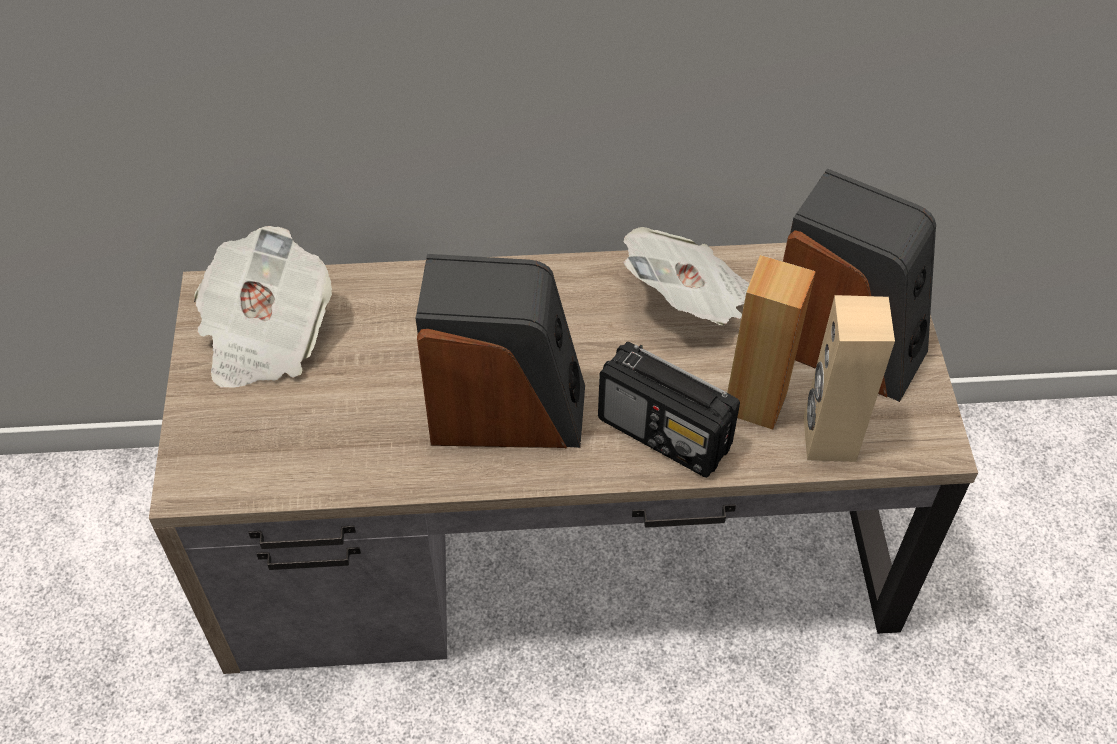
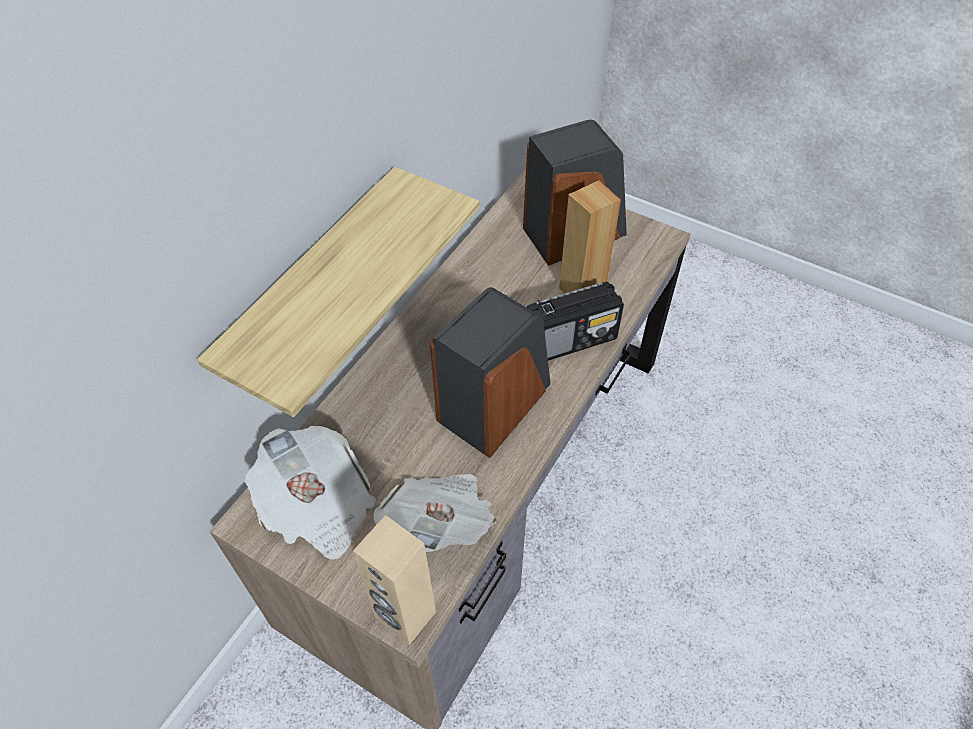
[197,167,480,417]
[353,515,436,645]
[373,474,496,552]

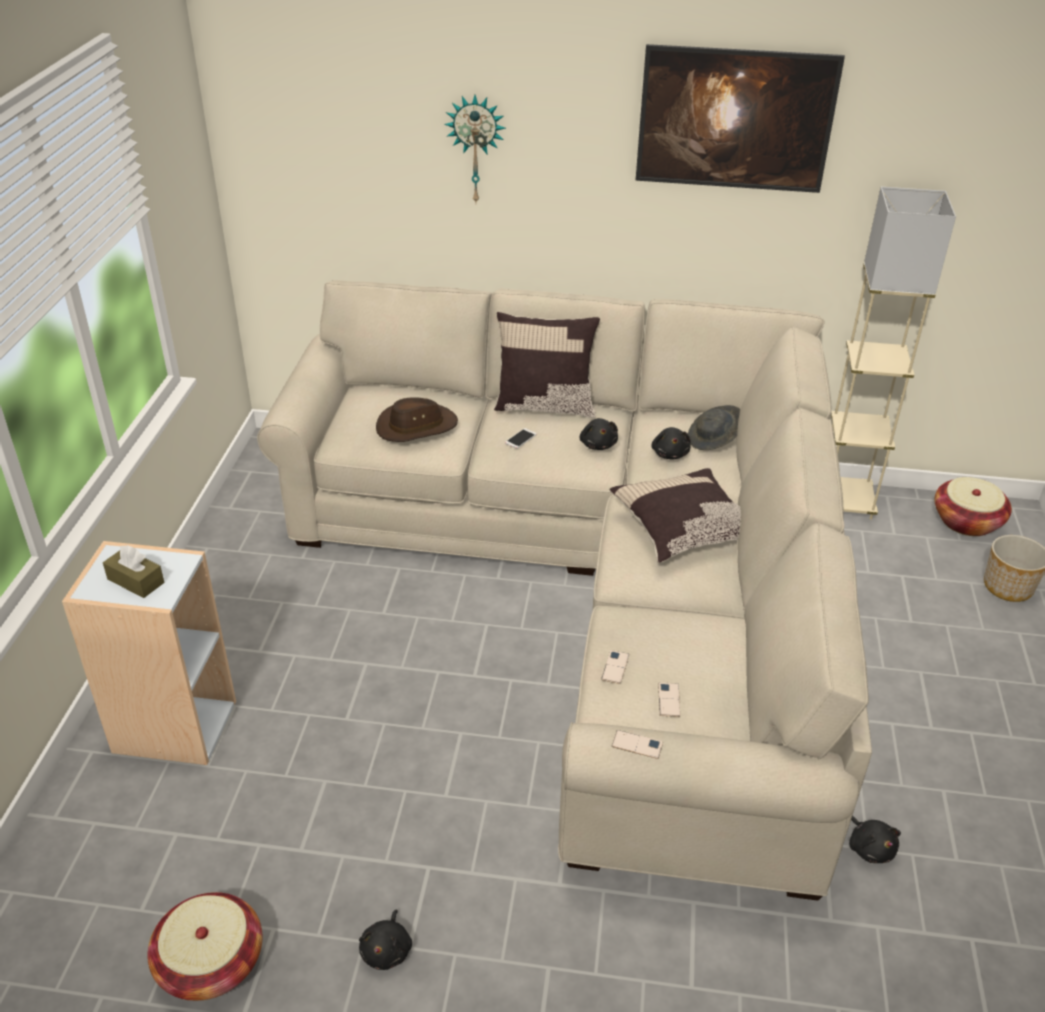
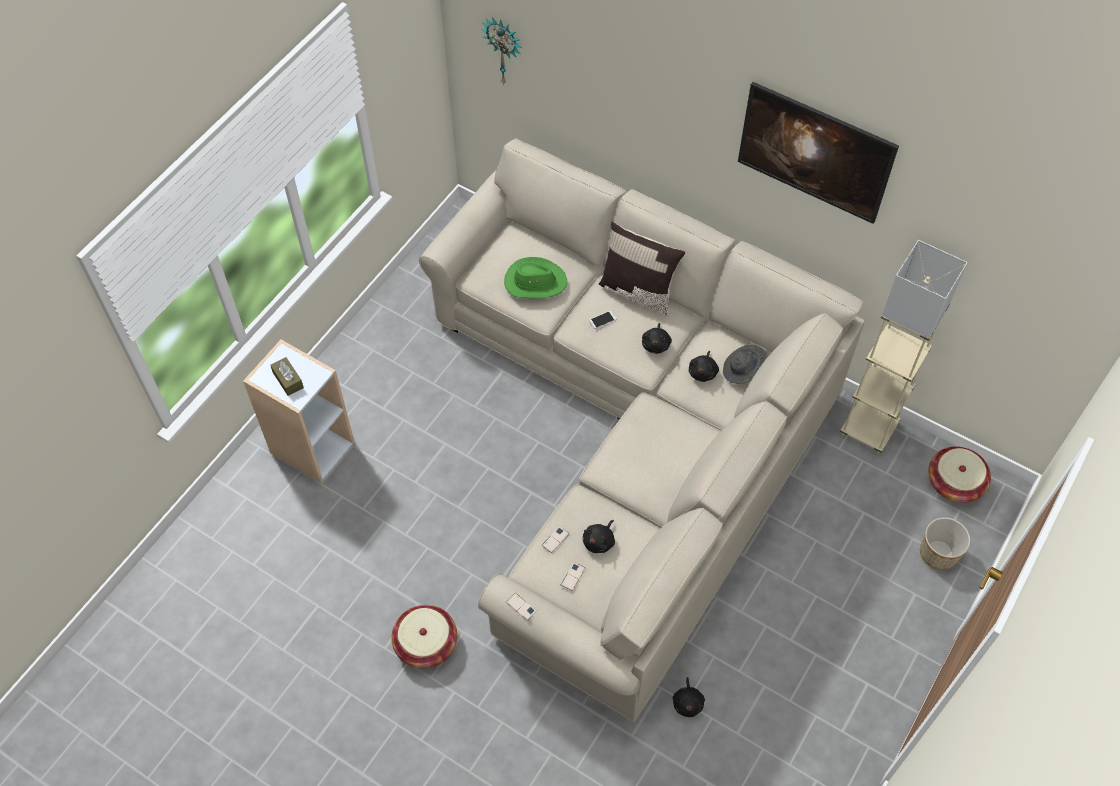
[391,605,457,668]
[481,17,522,85]
[504,257,568,298]
[582,520,615,553]
[609,468,741,563] (first image)

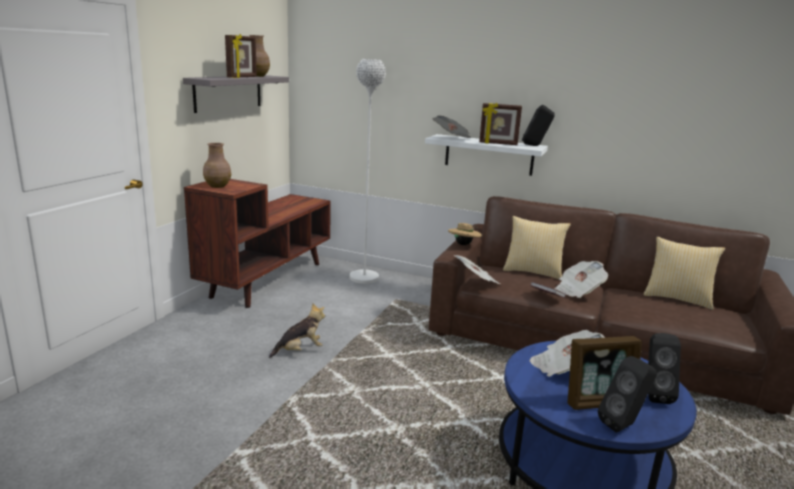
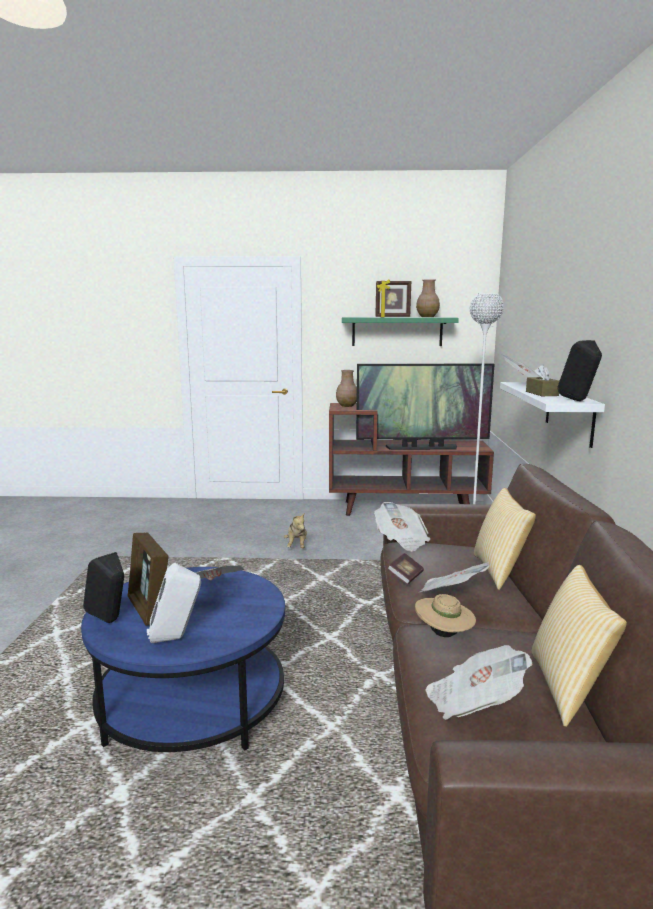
[147,563,201,643]
[284,513,307,548]
[342,317,459,346]
[356,364,495,450]
[415,594,476,637]
[425,645,532,720]
[526,365,559,396]

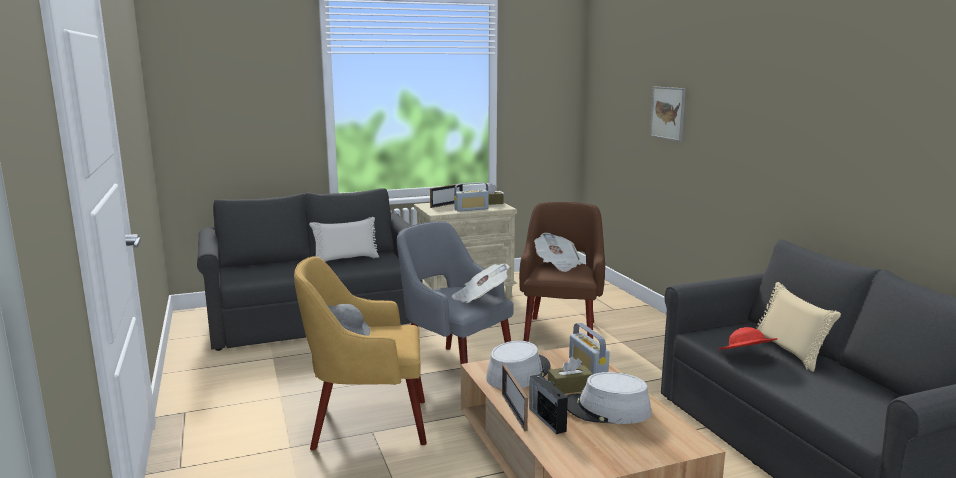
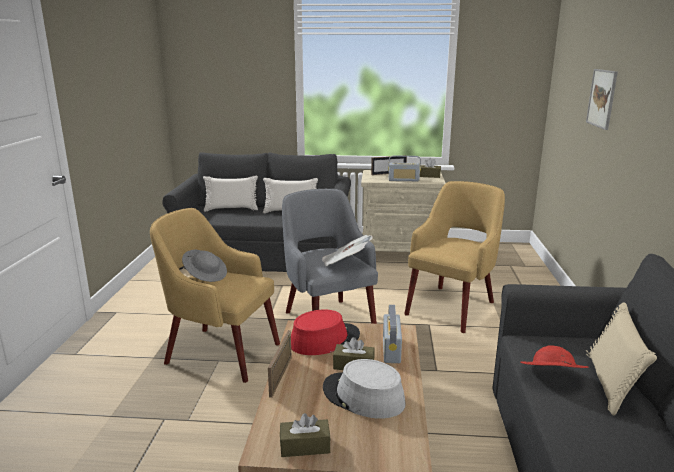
[203,176,258,212]
[280,413,331,457]
[291,310,360,355]
[404,181,505,333]
[529,374,568,434] (first image)
[534,233,582,272] (first image)

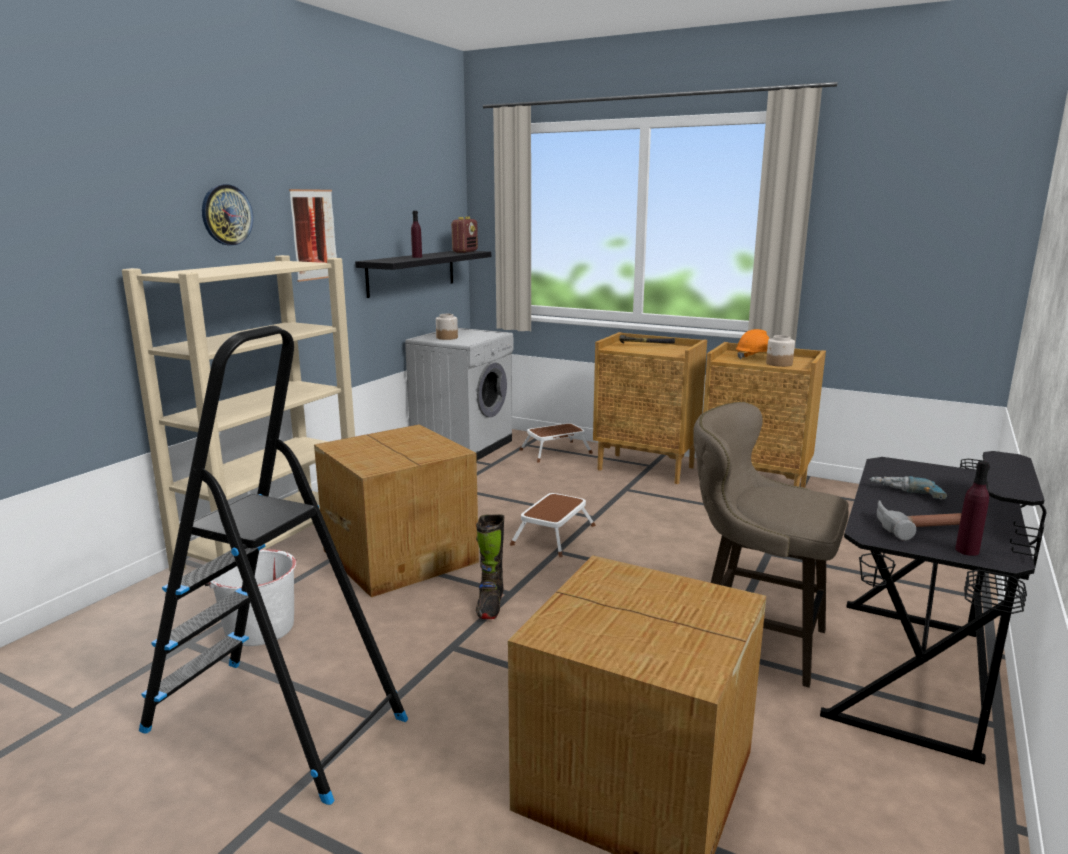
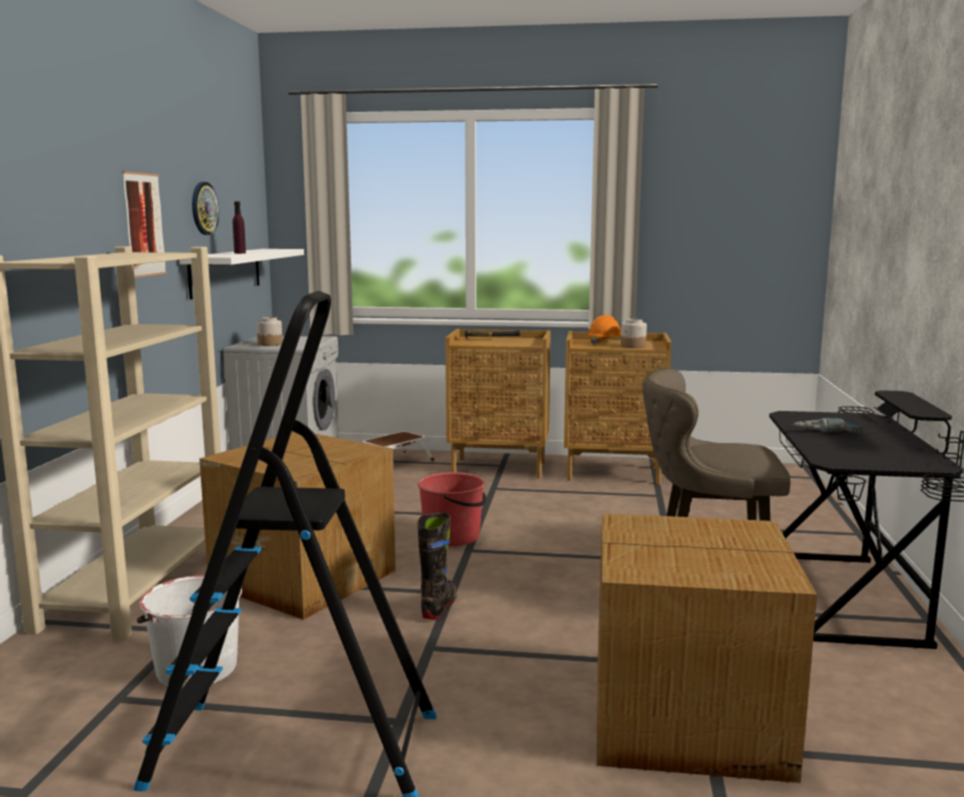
[179,249,304,299]
[192,182,219,235]
[417,513,457,619]
[418,472,487,546]
[451,217,478,253] (first image)
[877,500,962,541] (first image)
[955,461,990,556] (first image)

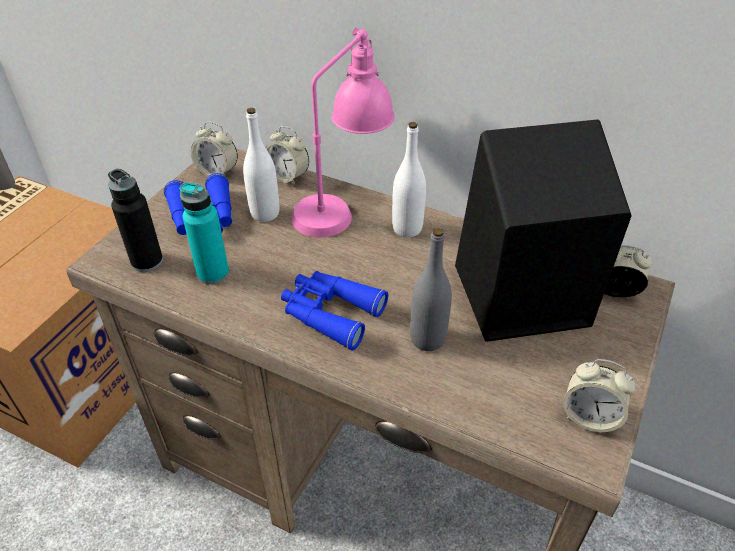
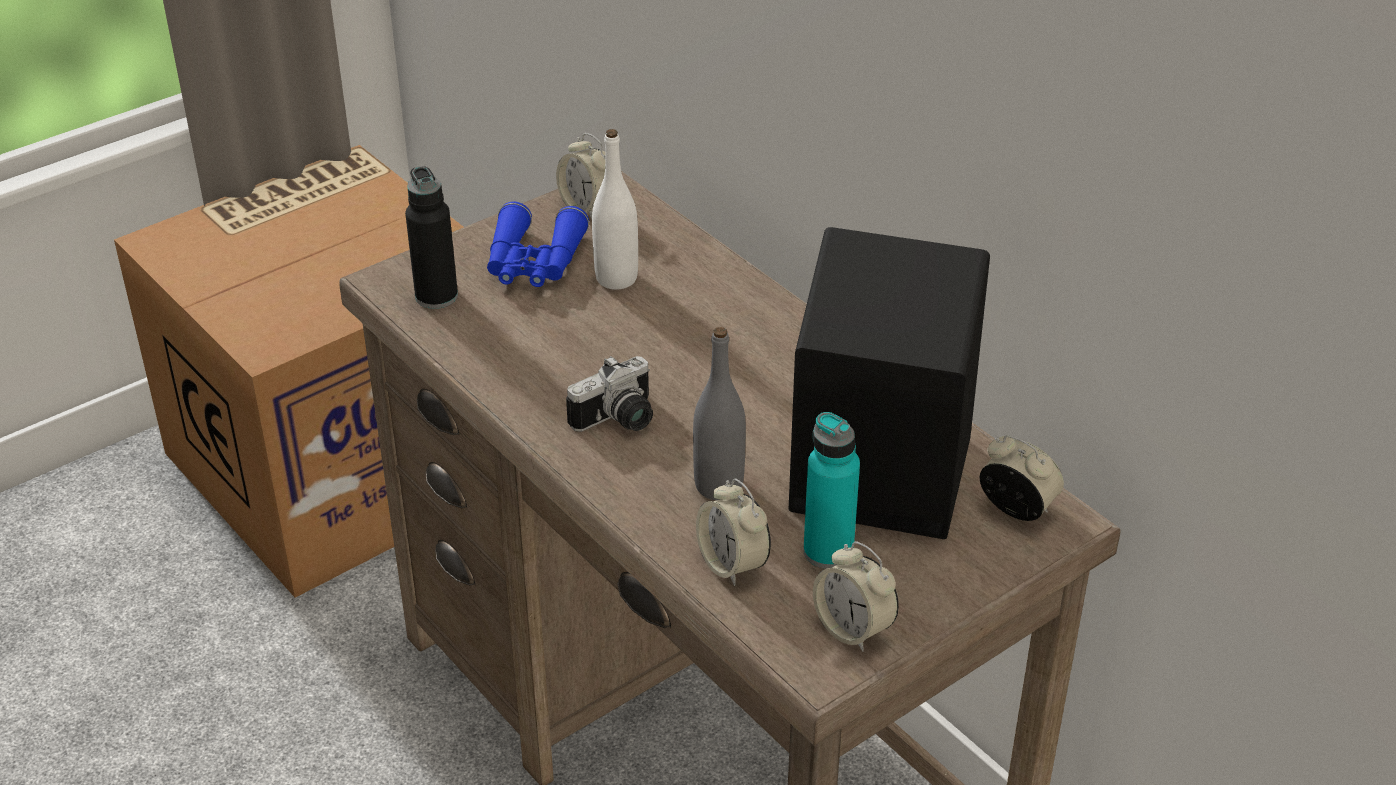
[566,356,653,432]
[696,478,771,586]
[803,412,860,569]
[292,27,395,237] (first image)
[392,122,426,238] (first image)

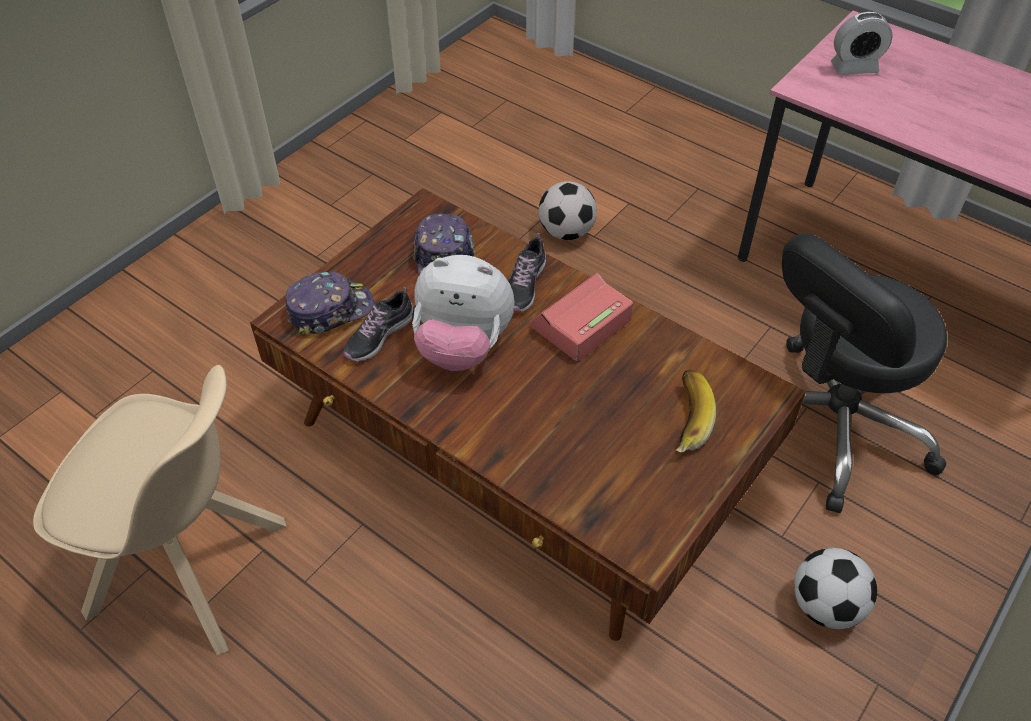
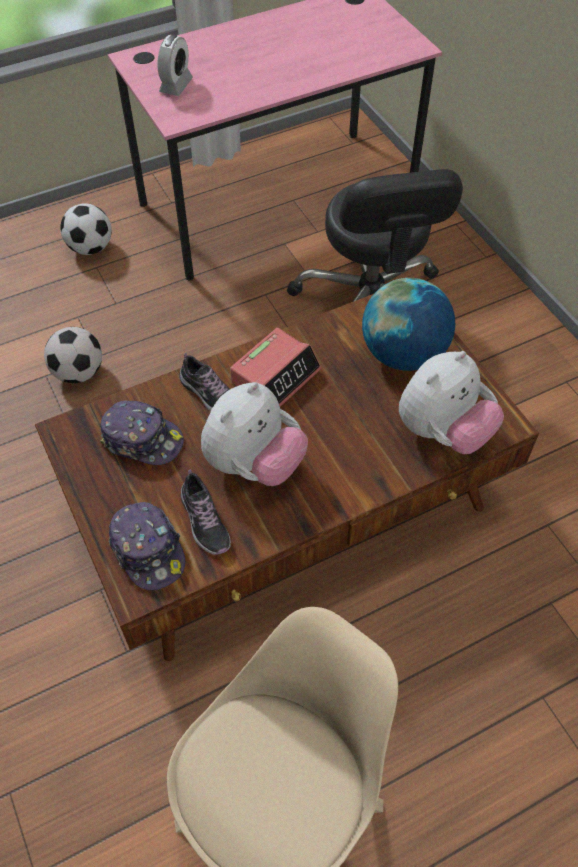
[60,203,112,255]
[109,502,185,590]
[230,328,321,407]
[362,278,455,371]
[399,351,504,454]

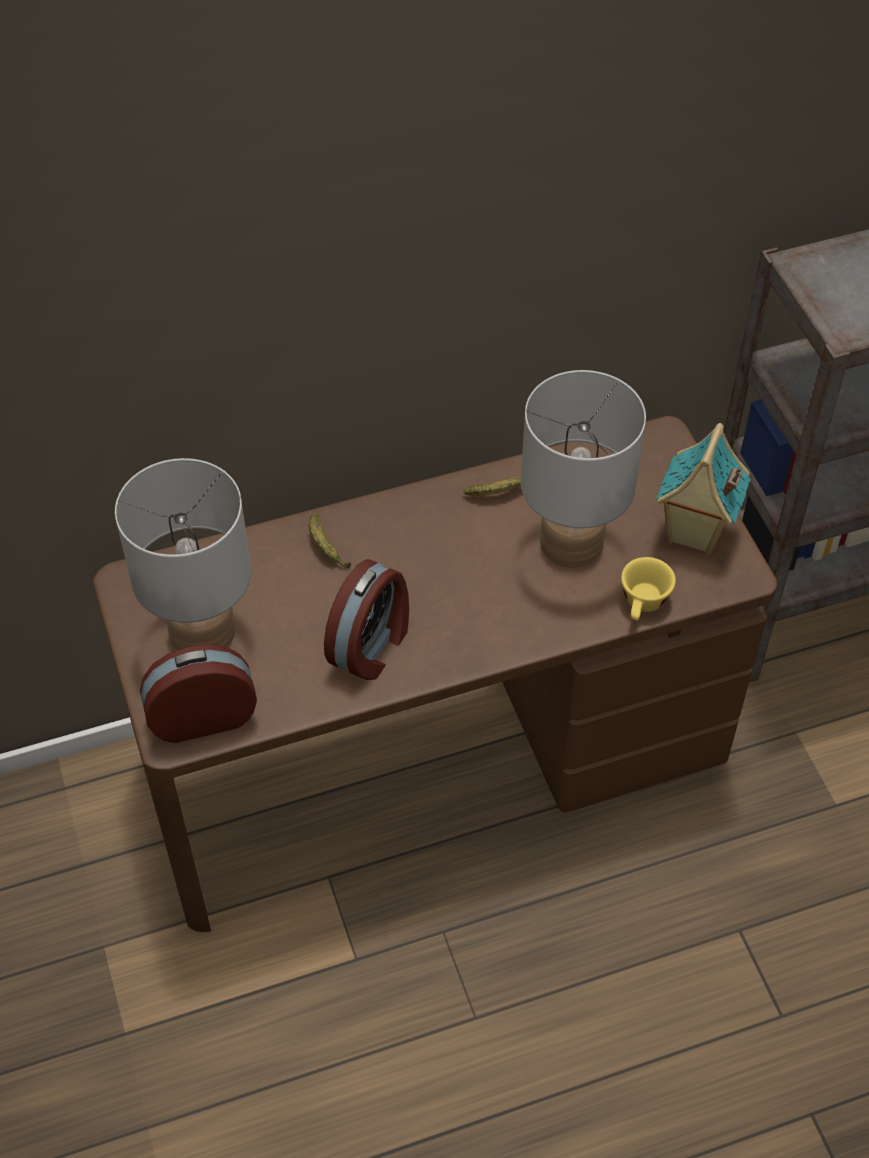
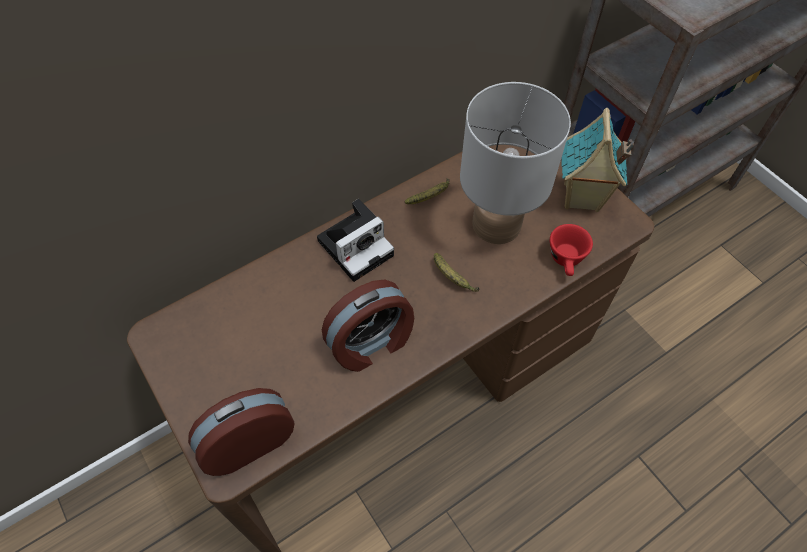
[317,199,394,282]
[322,279,414,372]
[434,253,479,292]
[550,224,593,276]
[115,458,251,650] (first image)

